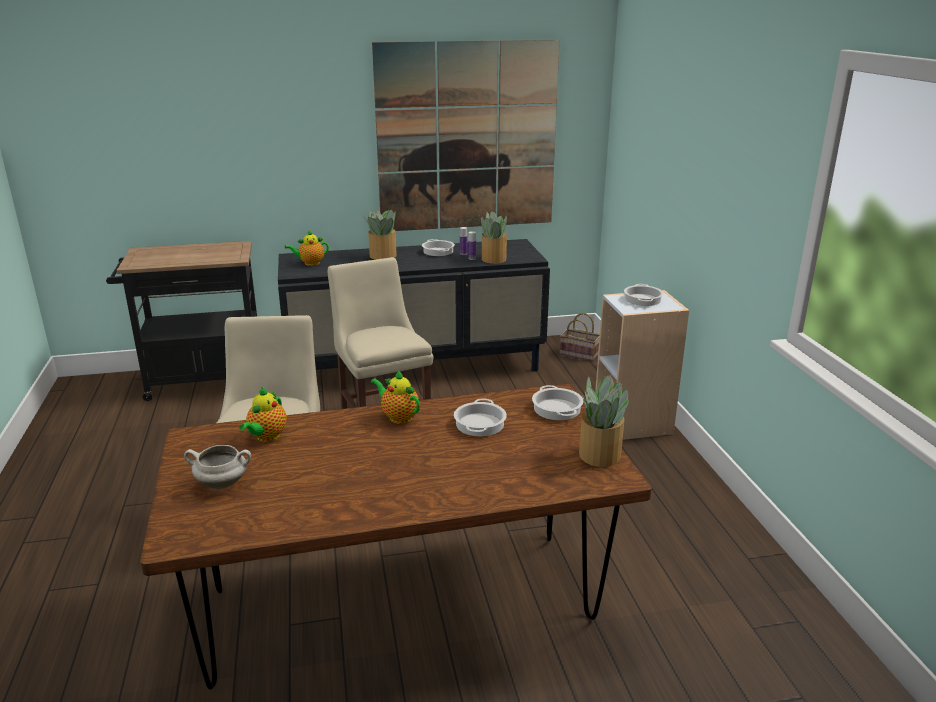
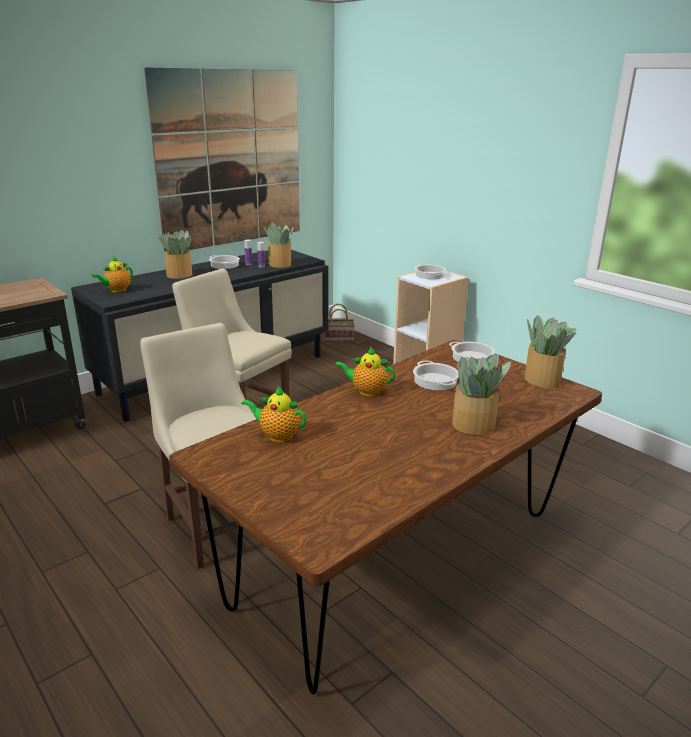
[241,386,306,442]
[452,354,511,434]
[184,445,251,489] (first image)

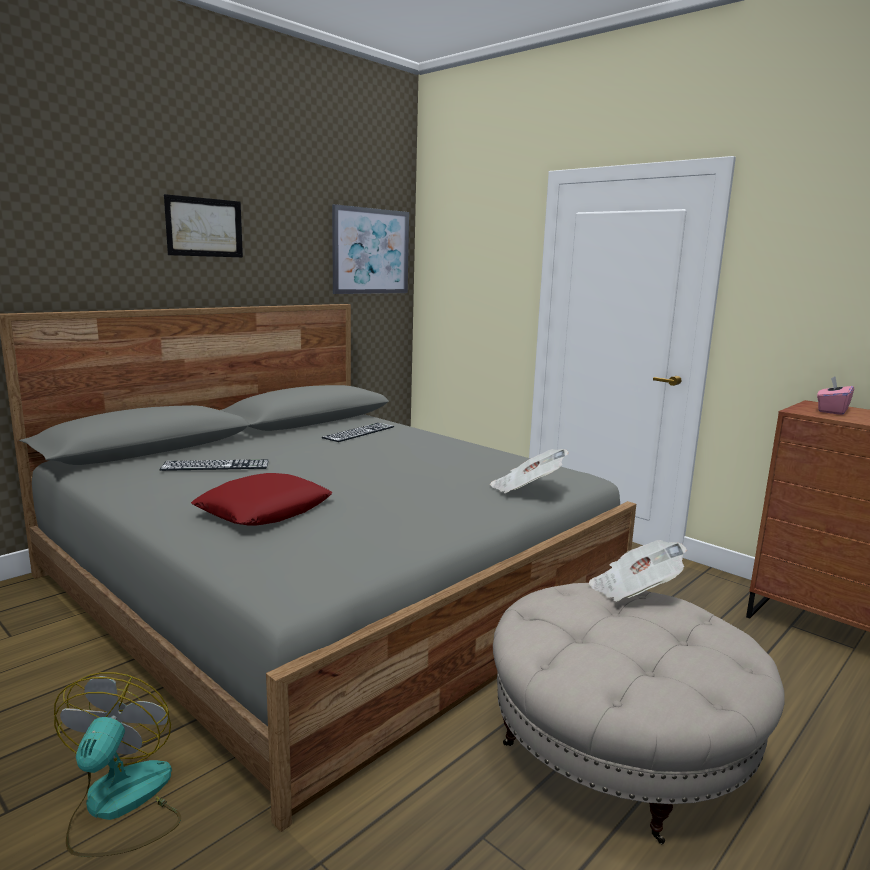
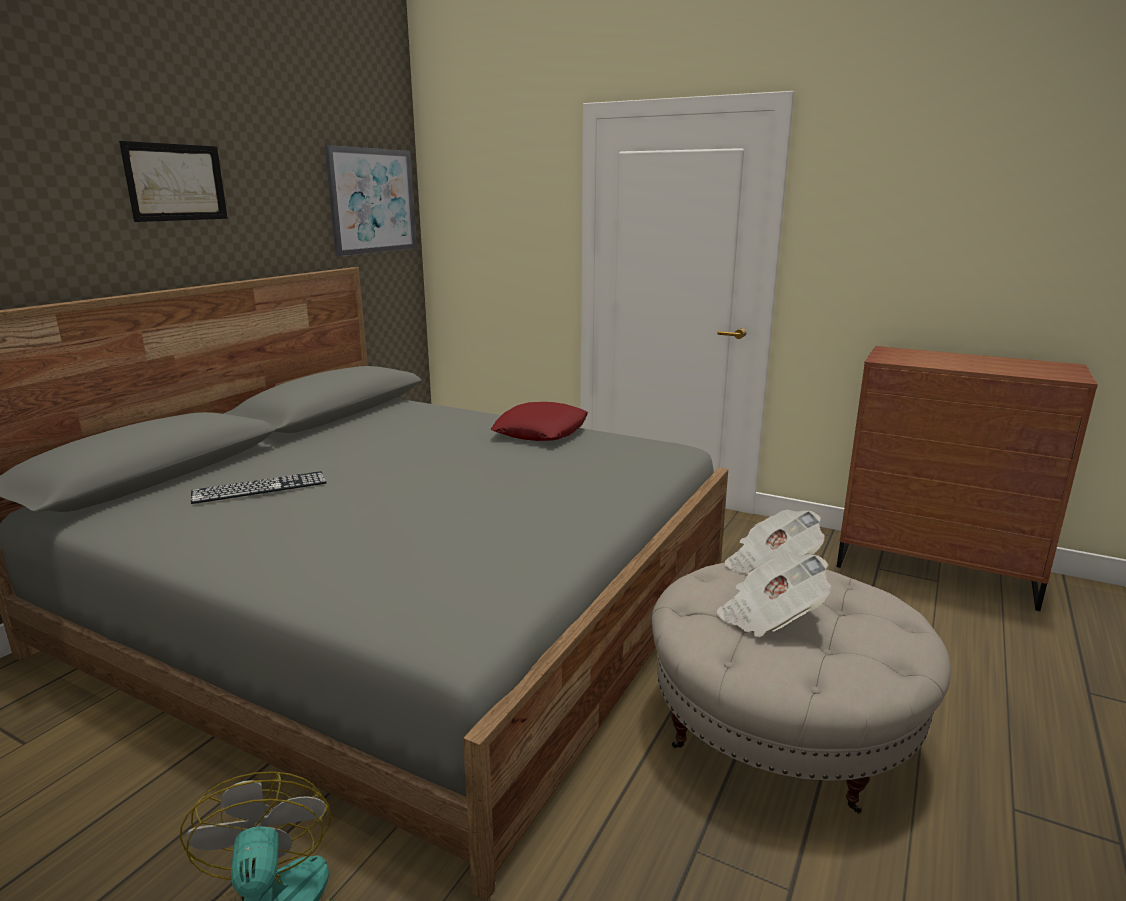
[491,402,588,441]
[717,552,831,637]
[322,423,394,442] (first image)
[817,376,854,415] (first image)

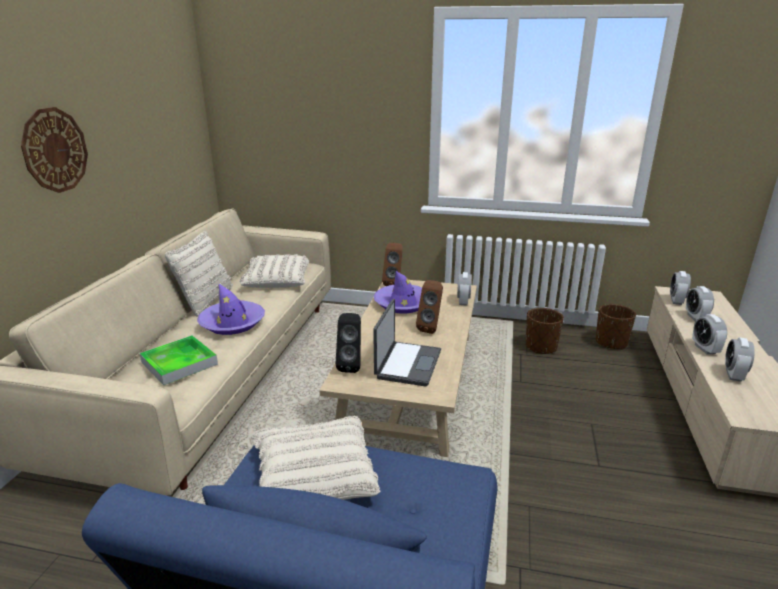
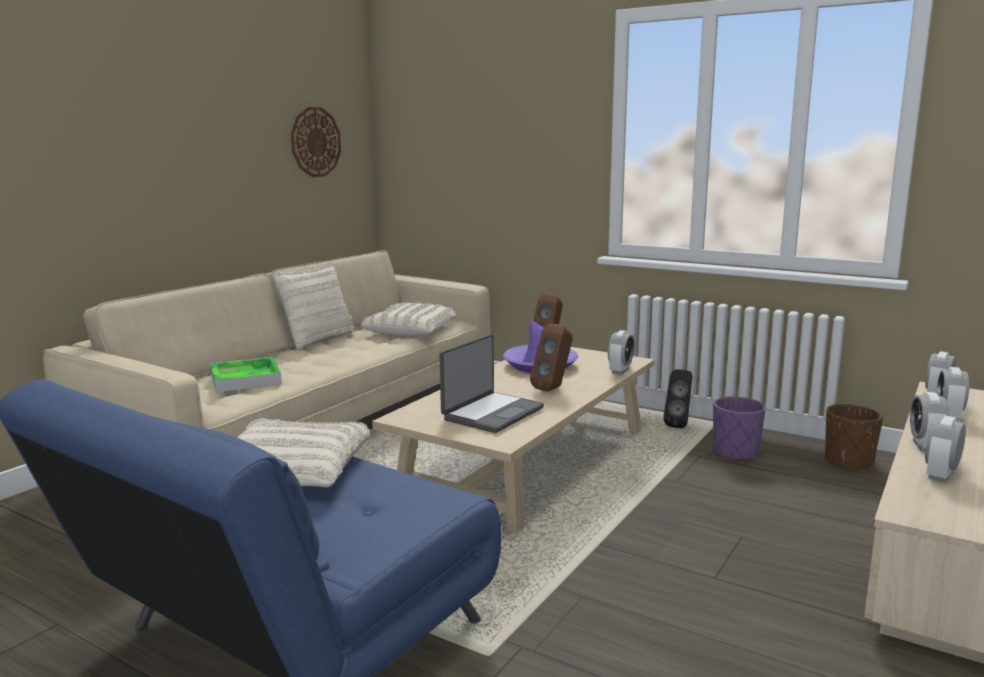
[291,107,341,177]
[663,370,693,428]
[713,397,766,460]
[197,284,265,335] (first image)

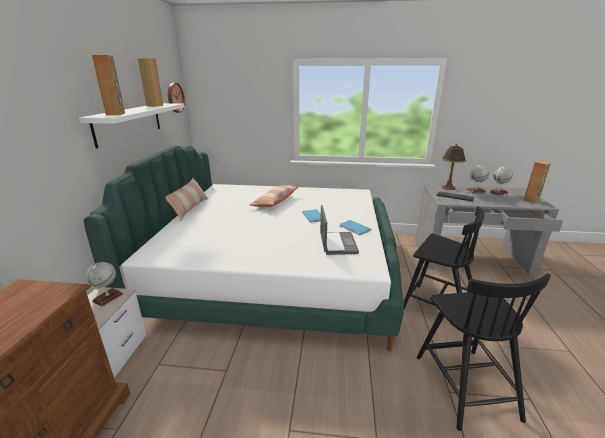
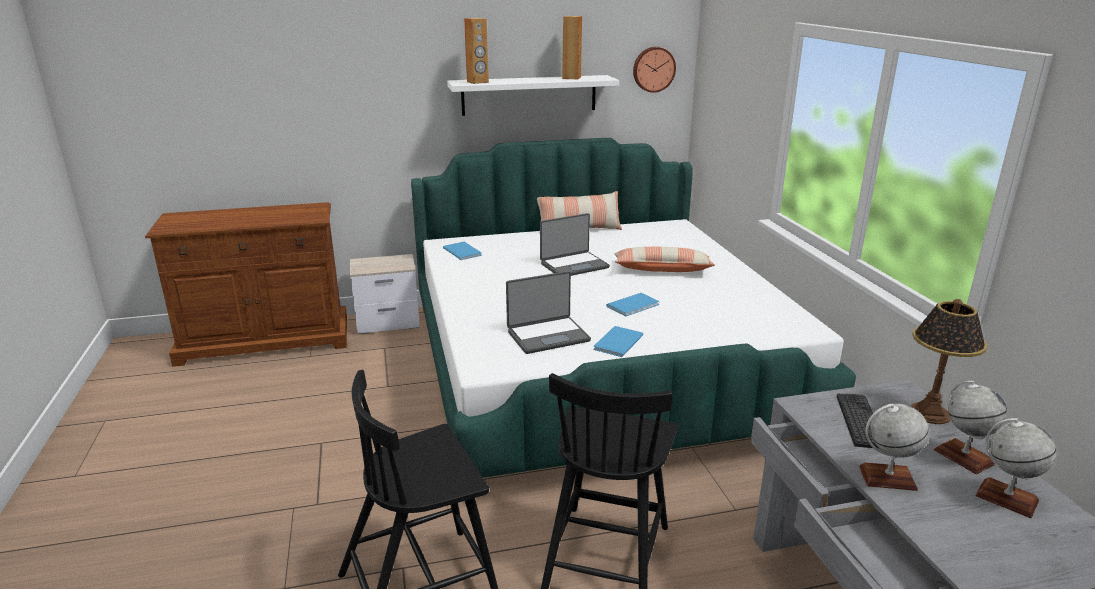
[443,242,482,260]
[540,213,610,276]
[859,403,929,491]
[524,161,551,203] (first image)

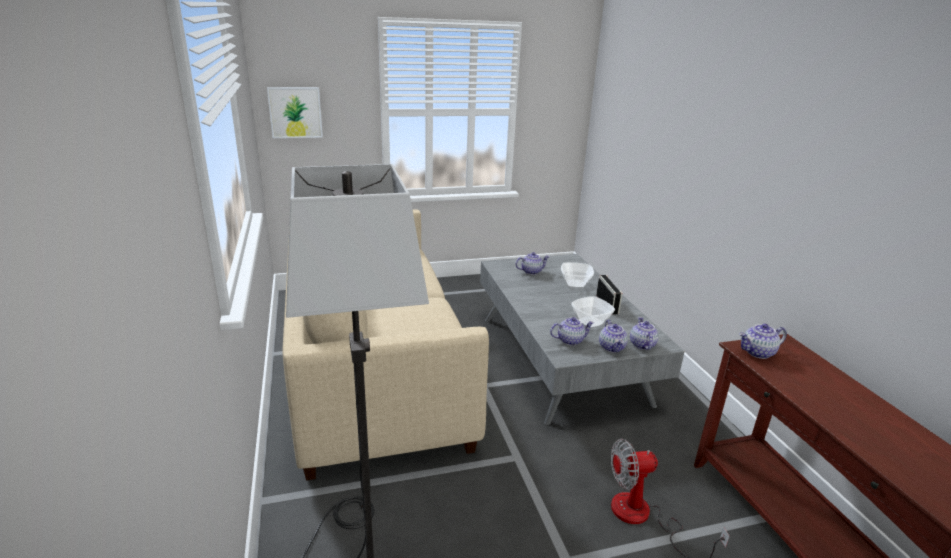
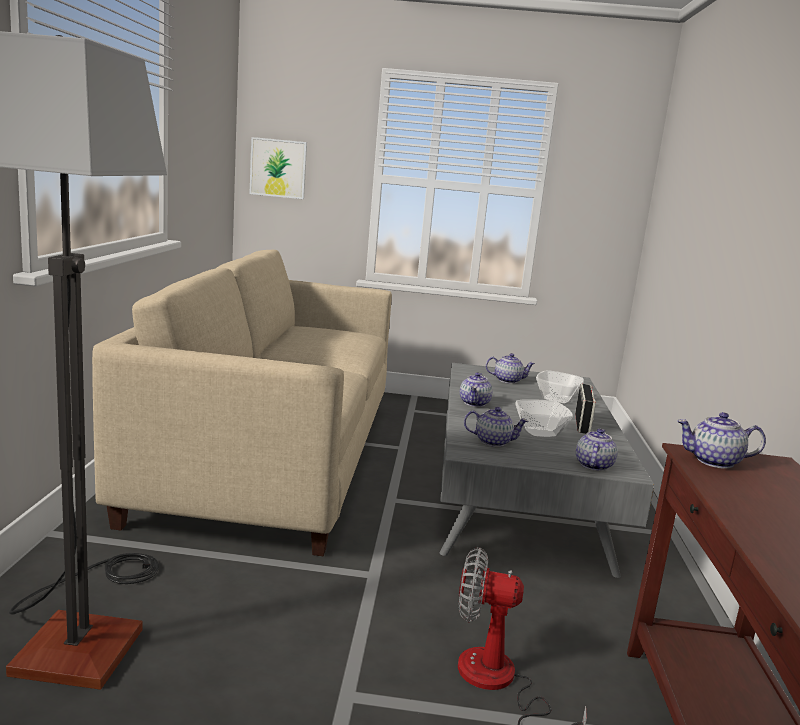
[460,372,493,407]

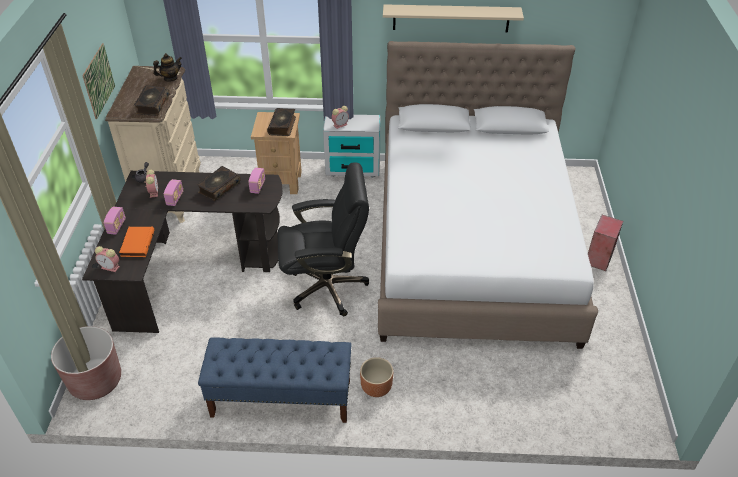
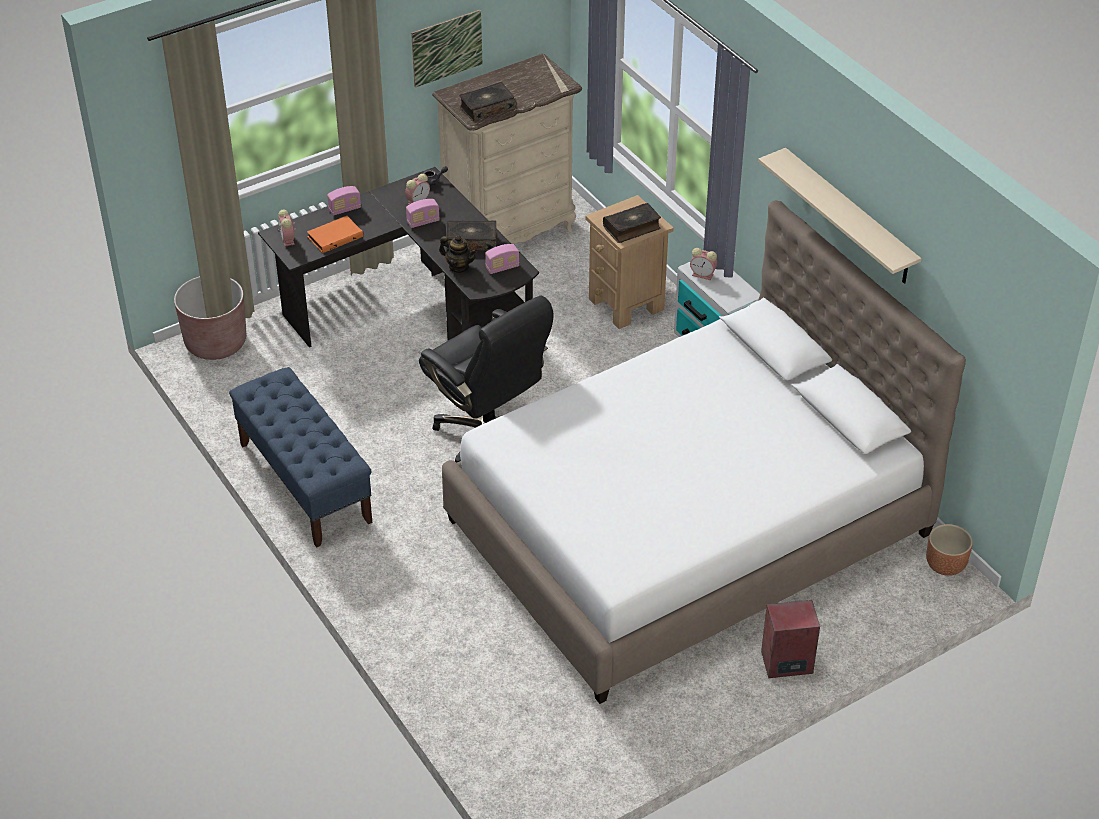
[439,235,477,273]
[926,524,973,576]

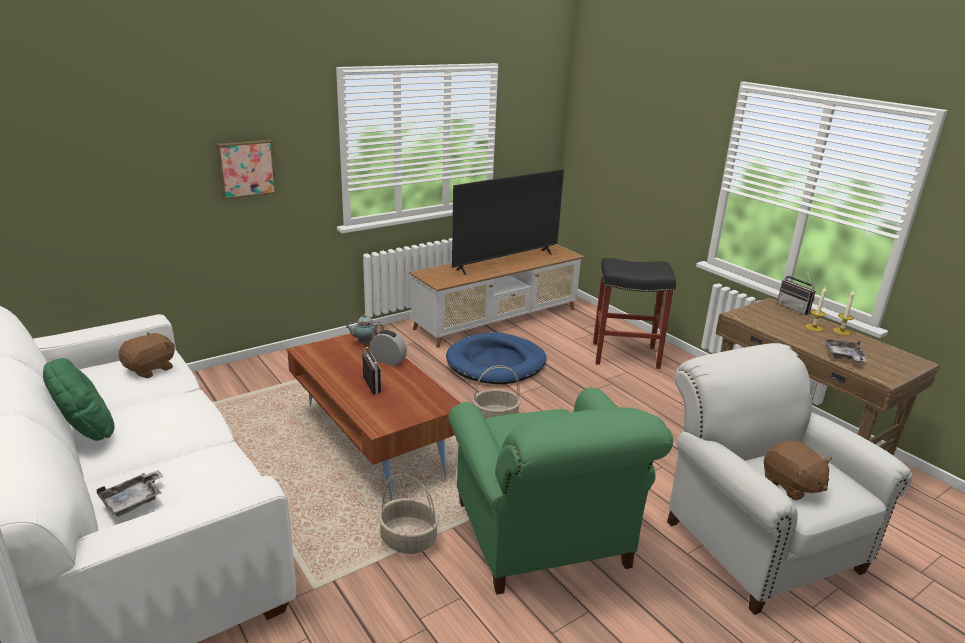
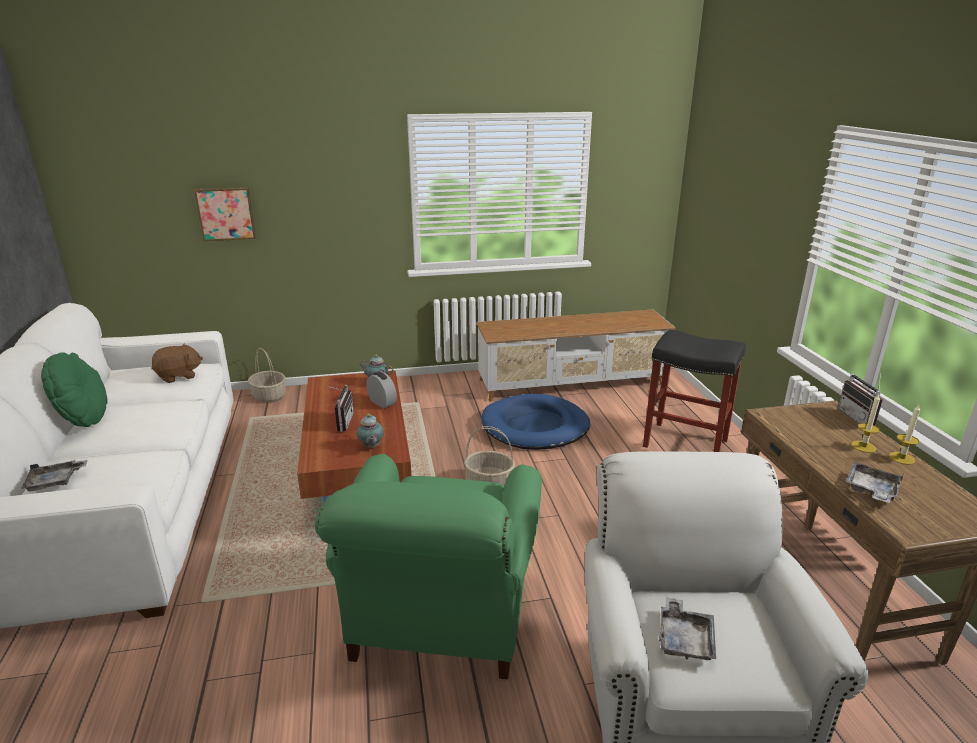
[194,187,256,241]
[248,348,286,402]
[357,414,384,448]
[659,597,716,660]
[452,169,564,275] (first image)

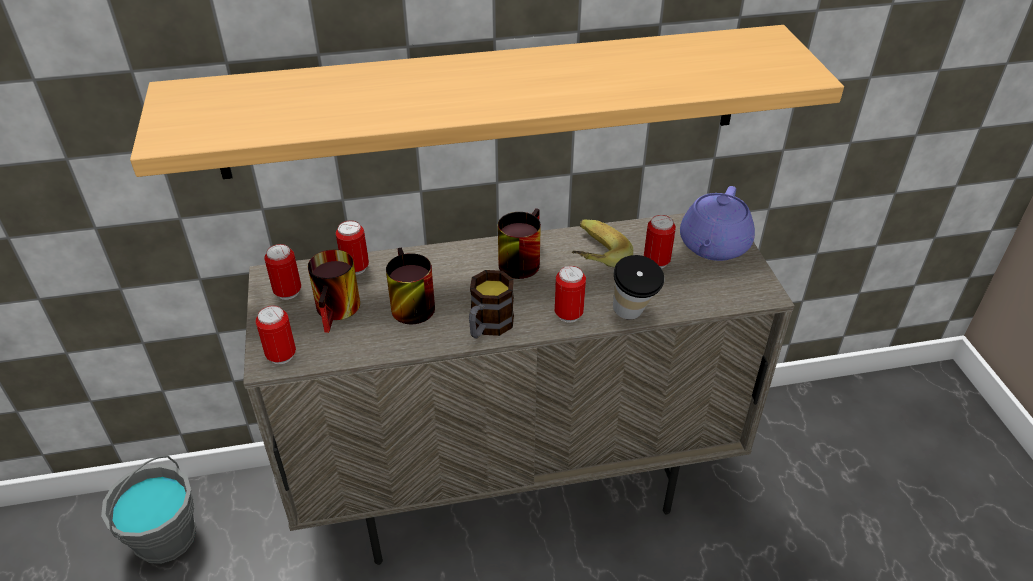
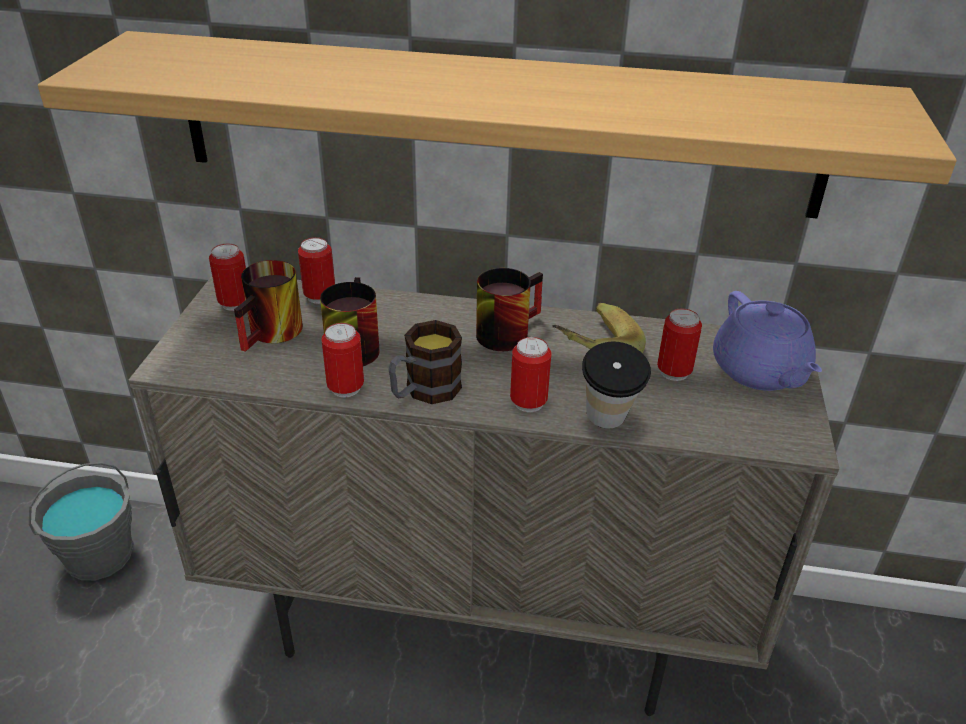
[321,323,364,398]
[713,291,822,391]

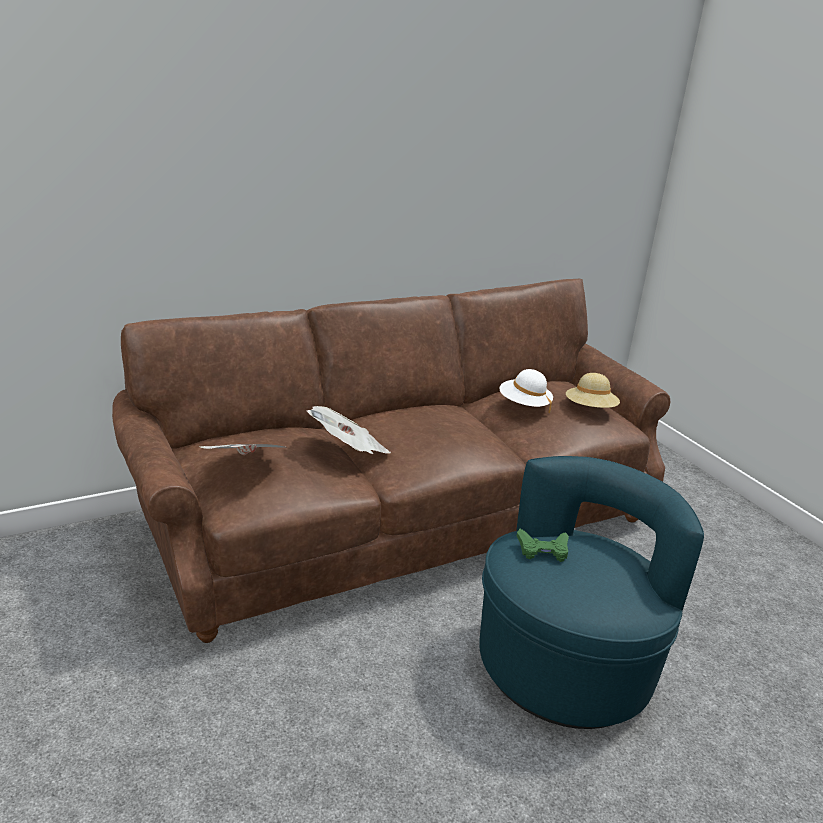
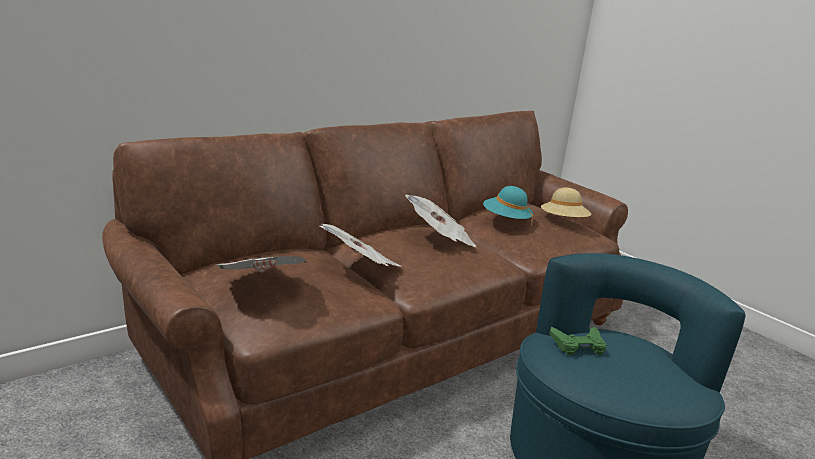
[405,195,477,247]
[483,186,533,226]

